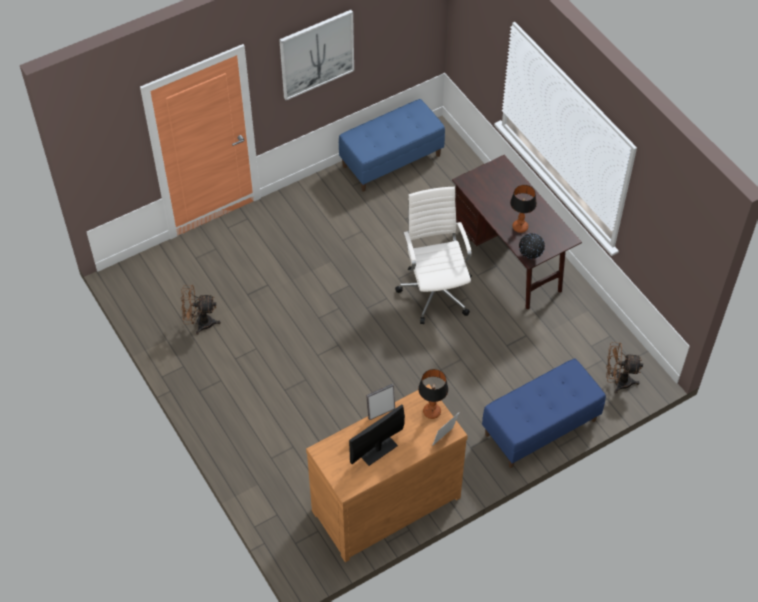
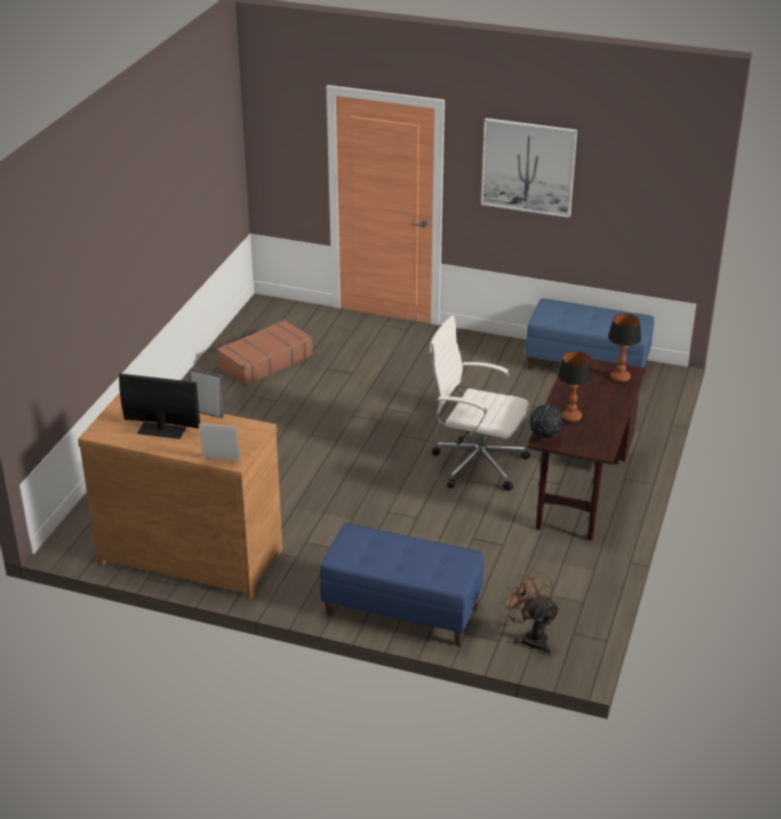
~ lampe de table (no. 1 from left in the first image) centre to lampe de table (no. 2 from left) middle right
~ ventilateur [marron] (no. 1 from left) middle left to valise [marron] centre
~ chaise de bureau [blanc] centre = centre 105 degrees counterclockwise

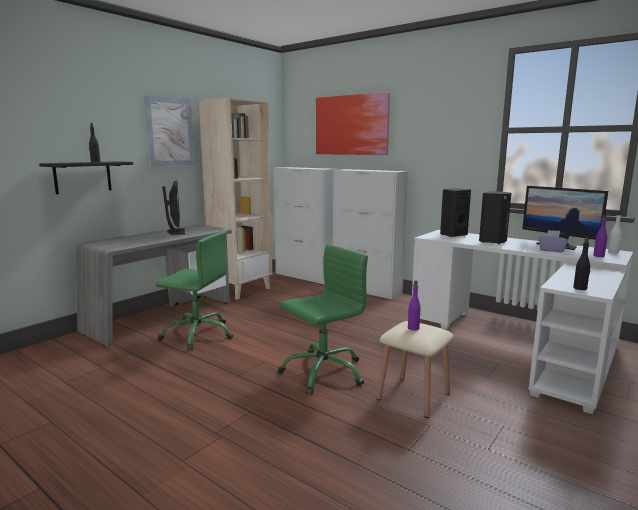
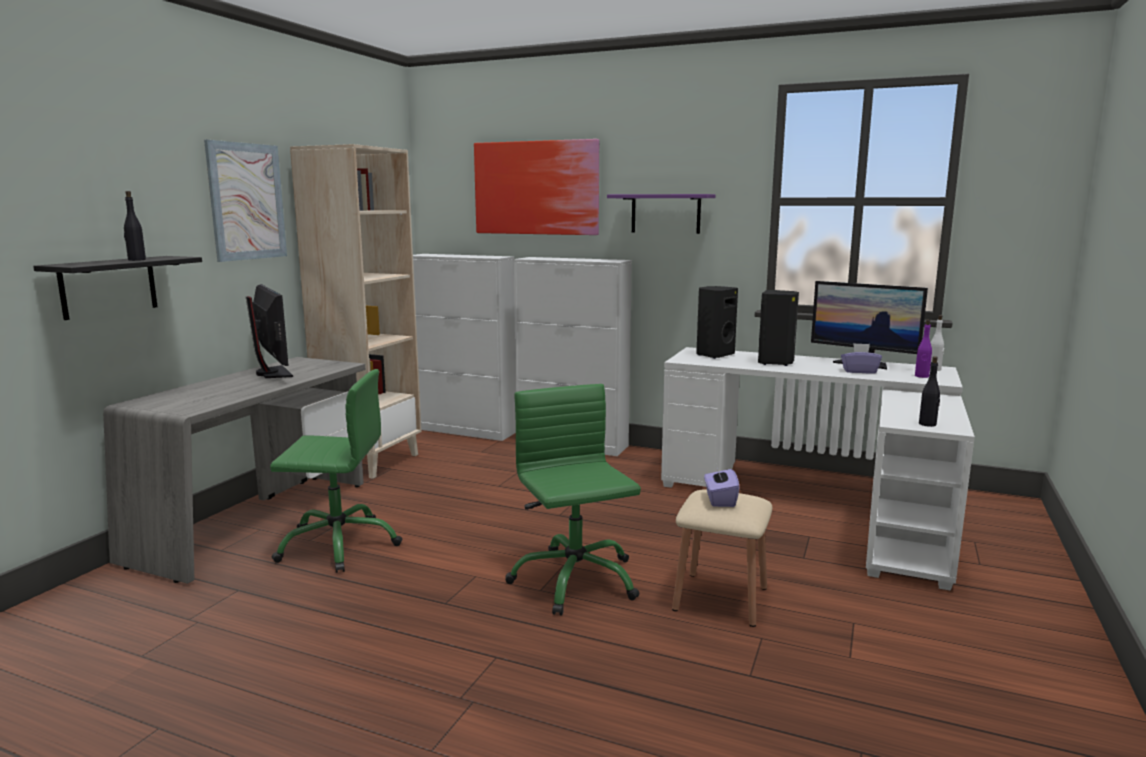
+ étagère [violet] top centre
~ bouteille [violet] (no. 1 from left) centre to boîte à mouchoirs [violet] (no. 1 from left) centre
~ chaise de bureau [vert] (no. 2 from left) centre = centre 60 degrees counterclockwise

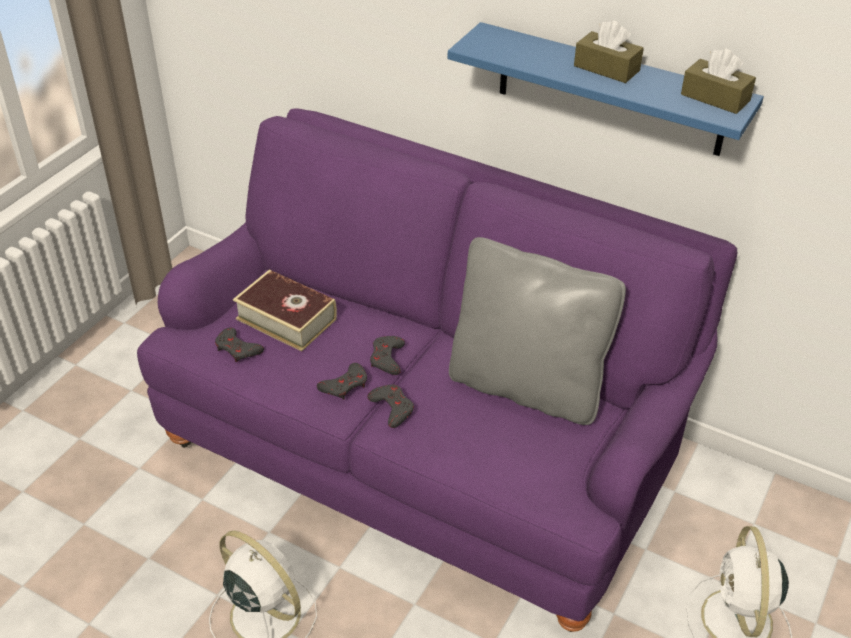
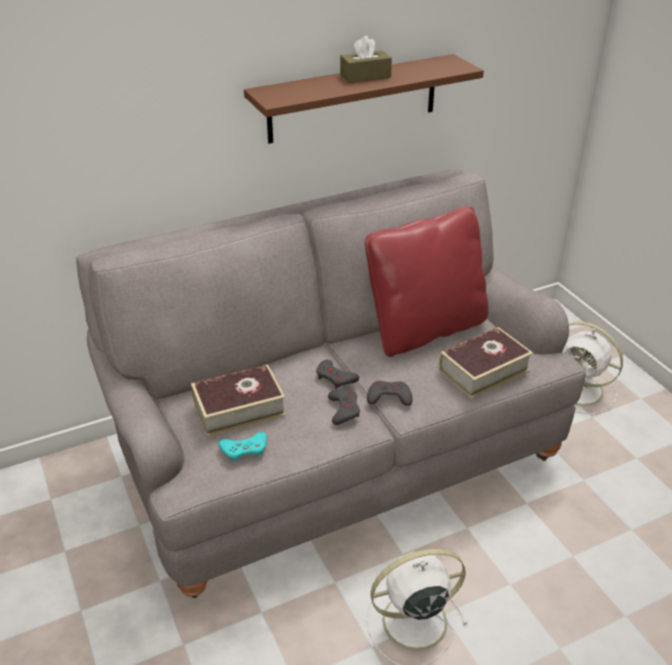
- boîte à mouchoirs [marron] (no. 2 from left) top right
+ livre (no. 2 from left) middle right
~ canapé [violet] centre to canapé [gris] centre
~ manette [gris] (no. 1 from left) middle left to manette [turquoise] bottom centre
~ étagère [bleu] top right to étagère [marron] top centre
~ coussin [gris] centre to coussin [rouge] centre

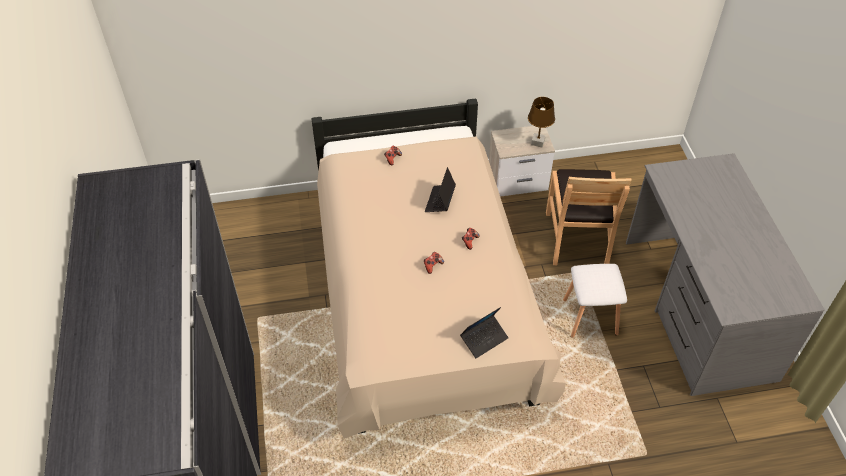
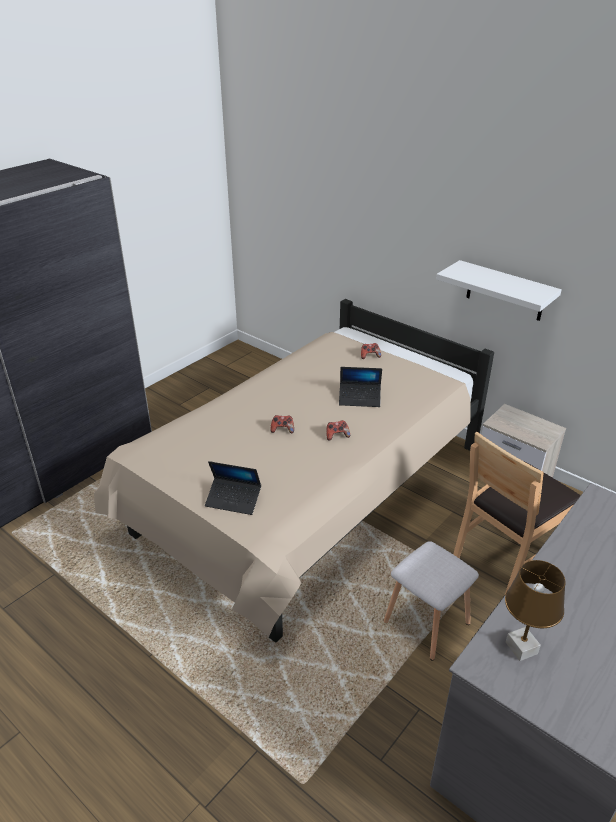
+ étagère [blanc] middle right
~ lampe de table [marron] top centre to bottom right
~ ordinateur portable (no. 1 from left in the first image) centre = centre 150 degrees counterclockwise

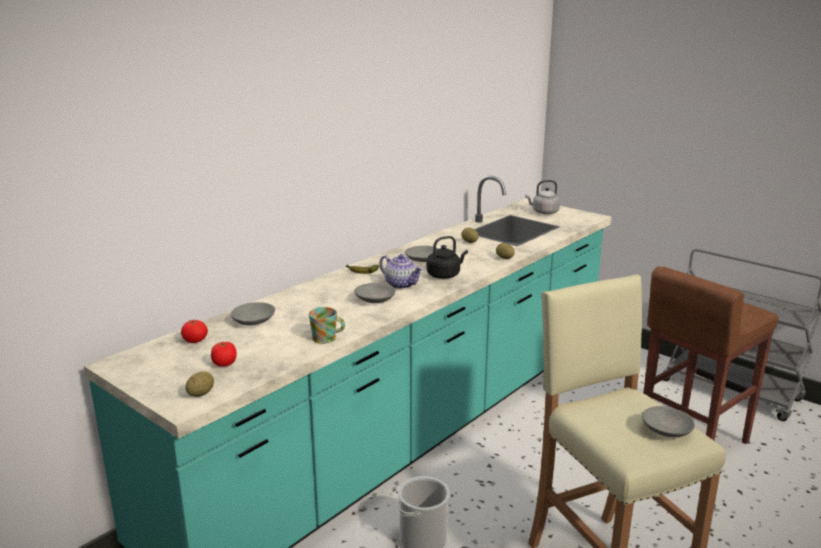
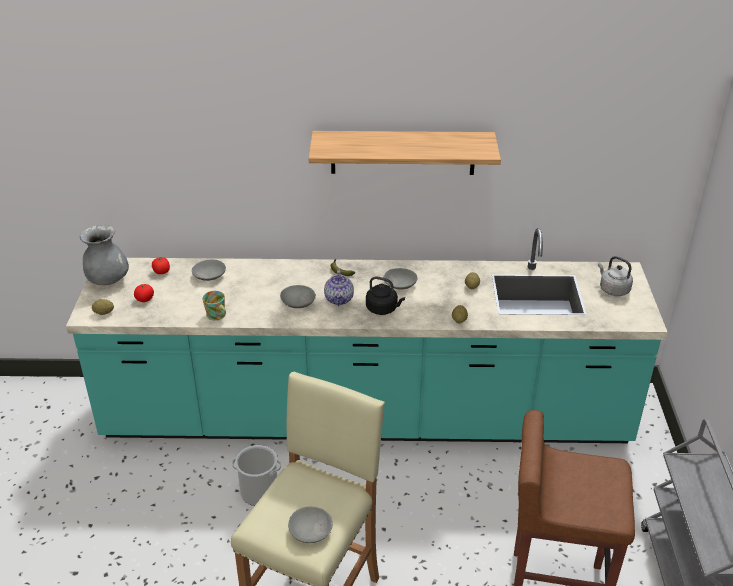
+ vase [gris] middle left
+ étagère top centre

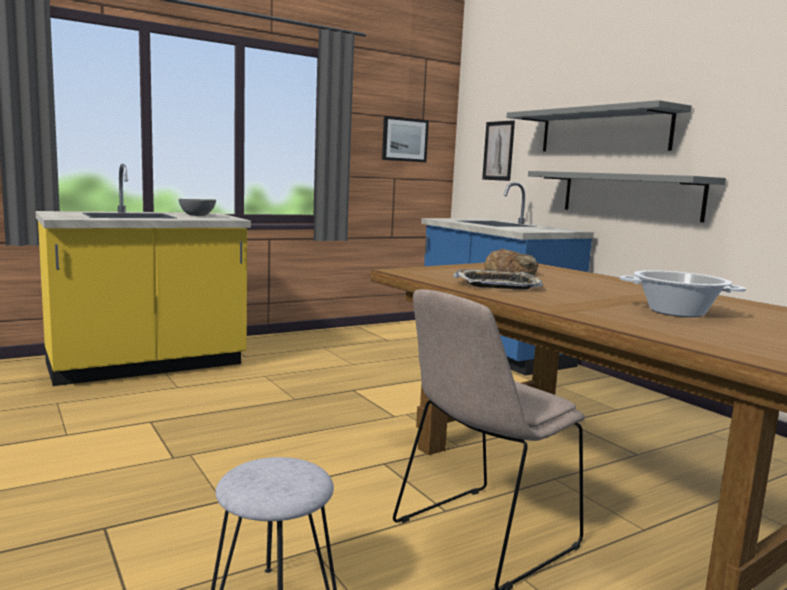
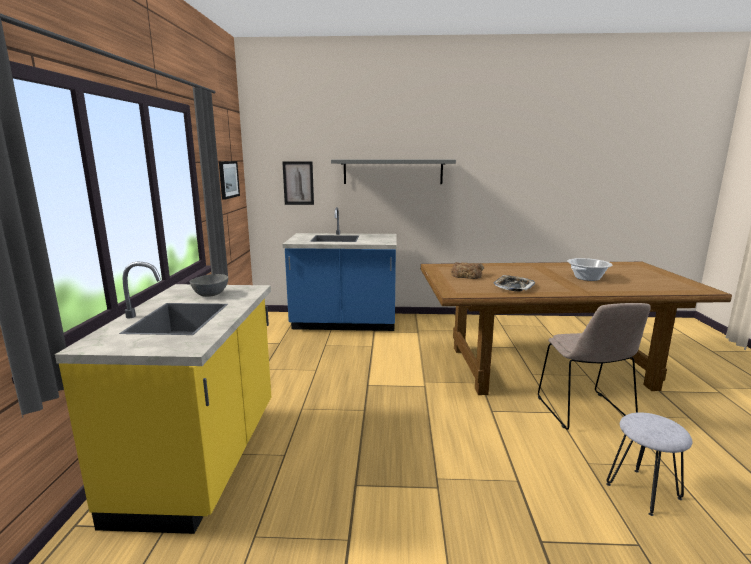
- étagère [gris] (no. 2 from left) top right

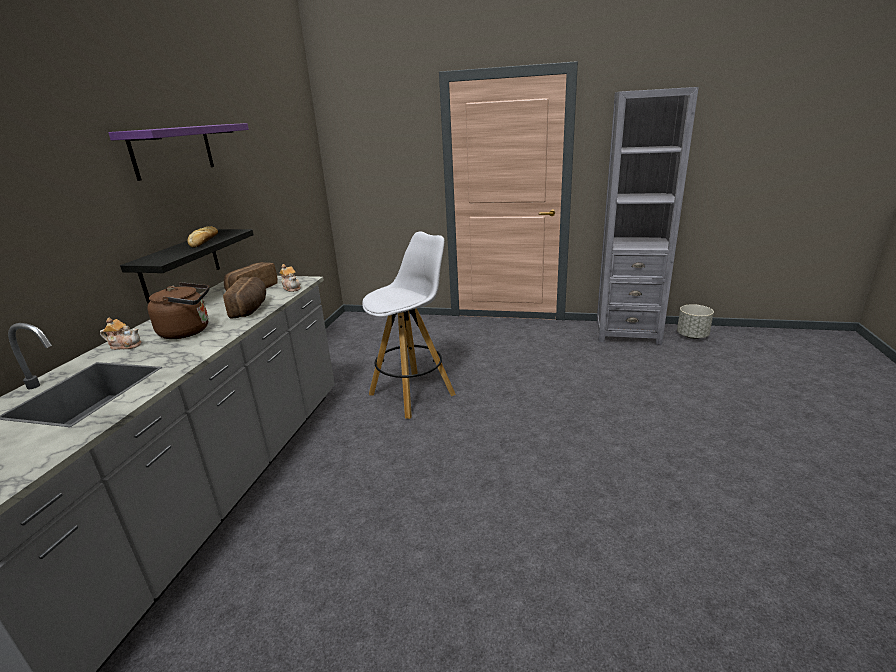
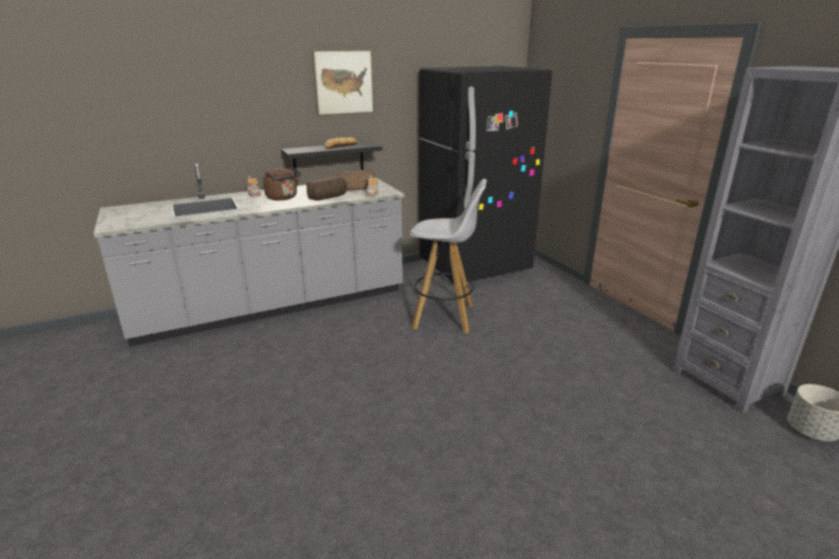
+ réfrigérateur [noir] top centre
~ étagère [violet] top left to tableau top centre

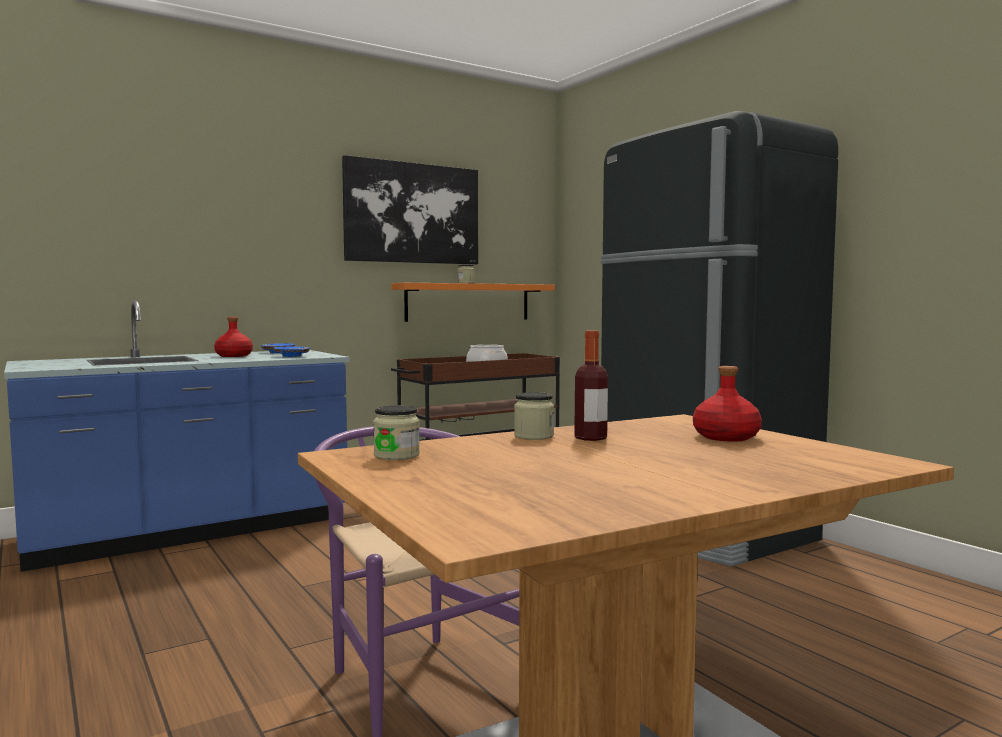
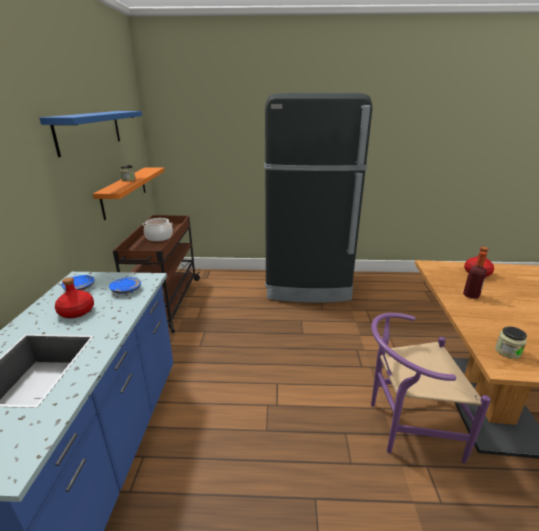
- bocal (no. 3 from left) centre
~ tableau top centre to étagère [bleu] top left

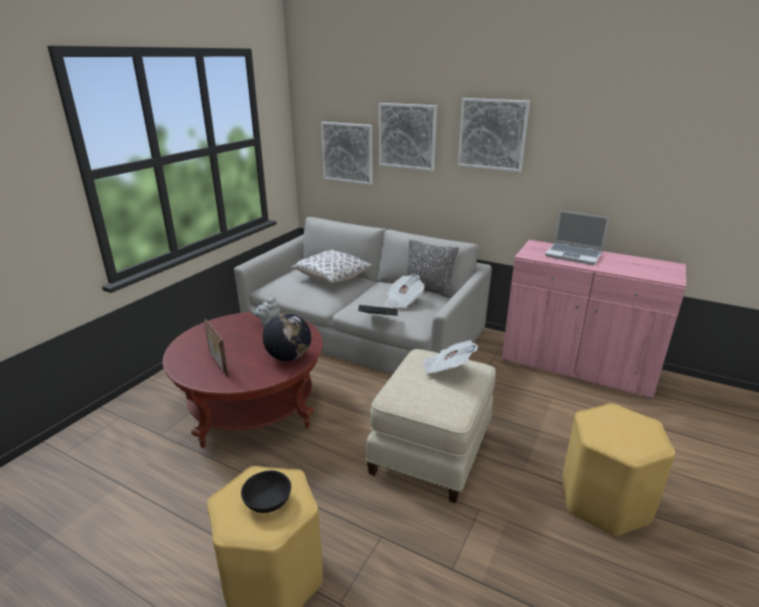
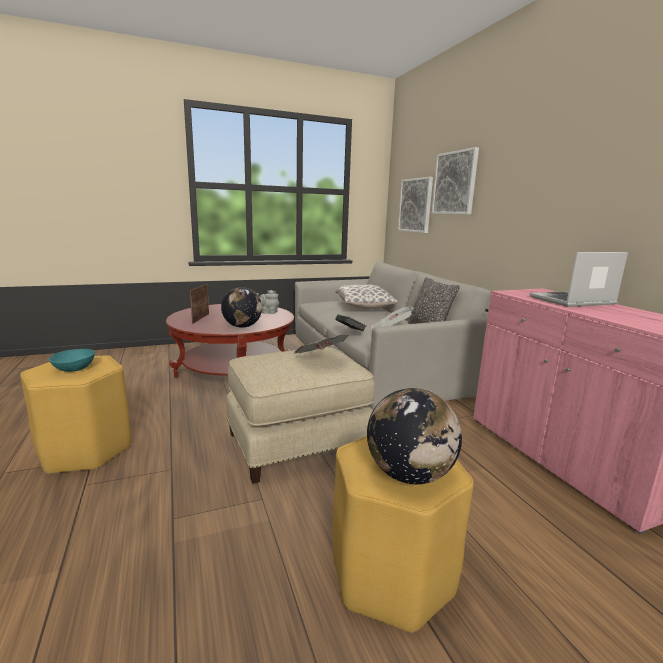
- tableau (no. 3 from left) top centre
+ globe (no. 2 from left) centre
~ bol [noir] bottom centre to bol [turquoise] middle left
~ ordinateur portable middle right = middle right 90 degrees clockwise

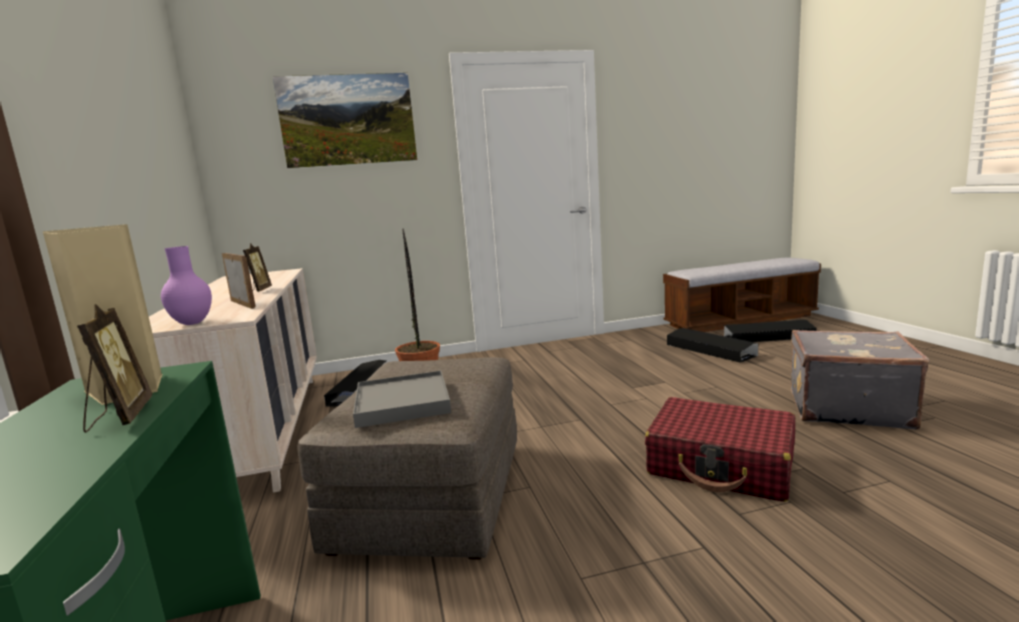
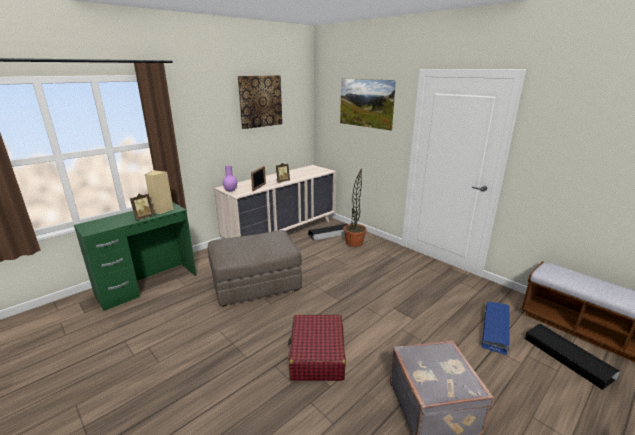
- plateau [gris] centre
+ tableau (no. 1 from left) top centre
~ boîte de rangement [noir] (no. 2 from left) middle right to boîte de rangement [bleu] bottom right

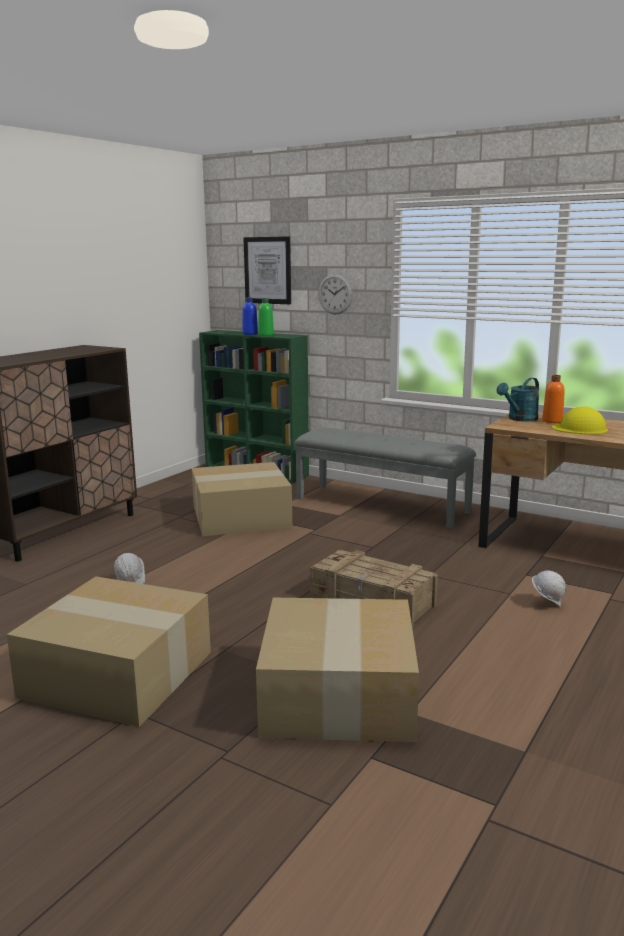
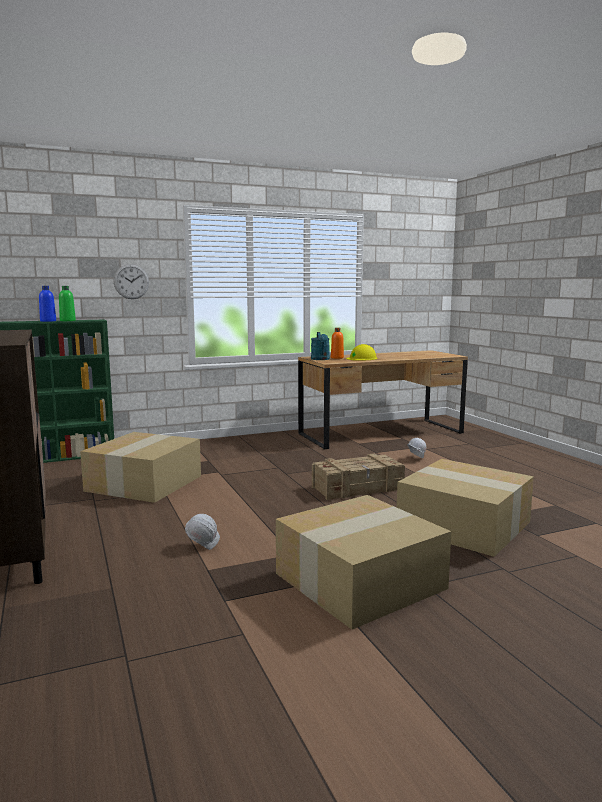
- tableau top centre
- banc [gris] centre

